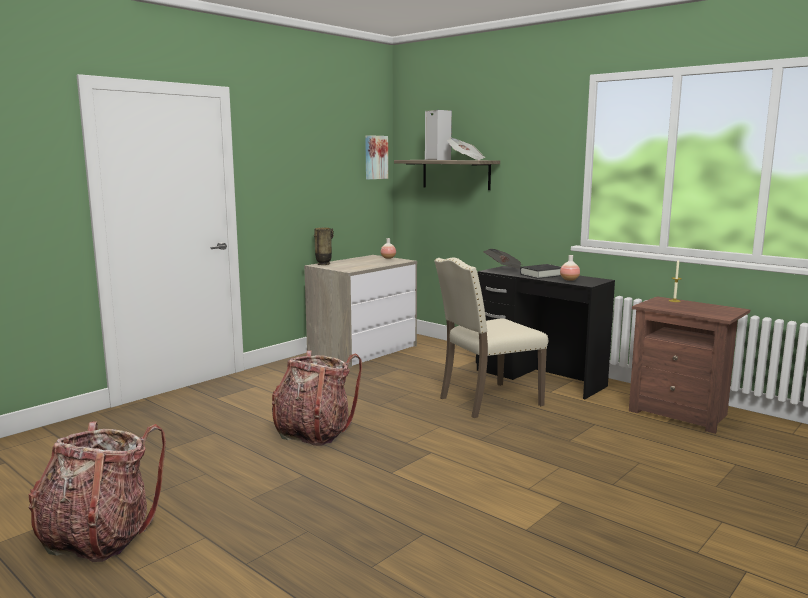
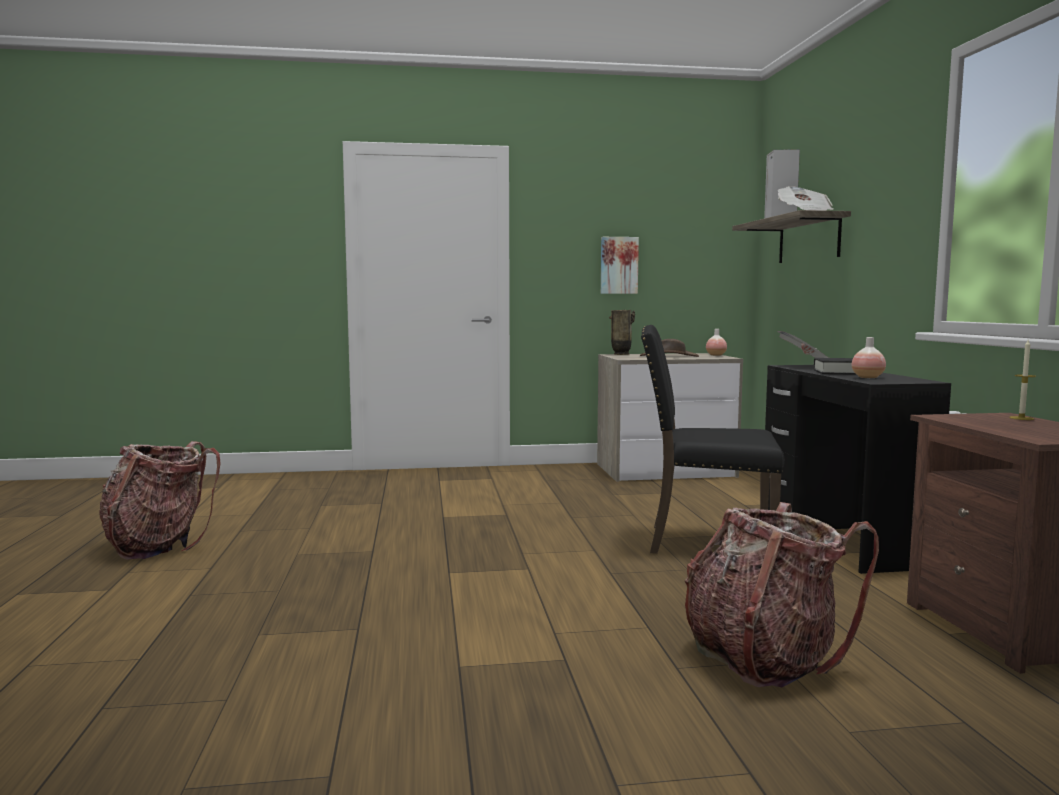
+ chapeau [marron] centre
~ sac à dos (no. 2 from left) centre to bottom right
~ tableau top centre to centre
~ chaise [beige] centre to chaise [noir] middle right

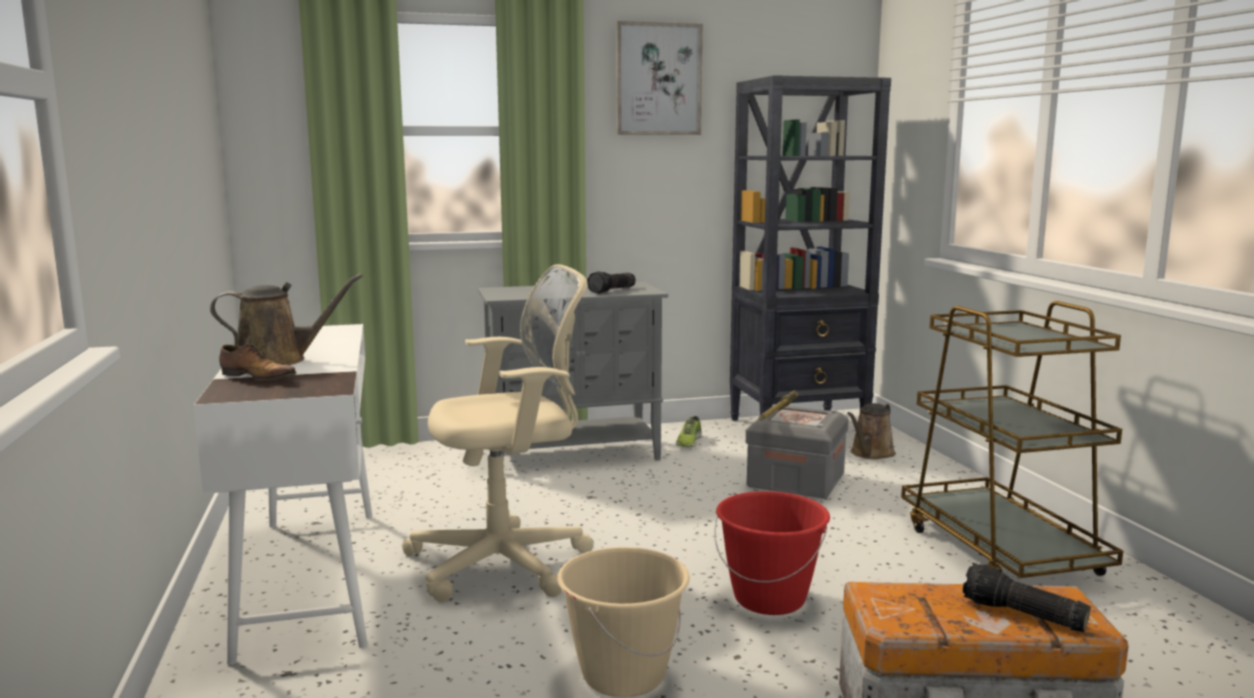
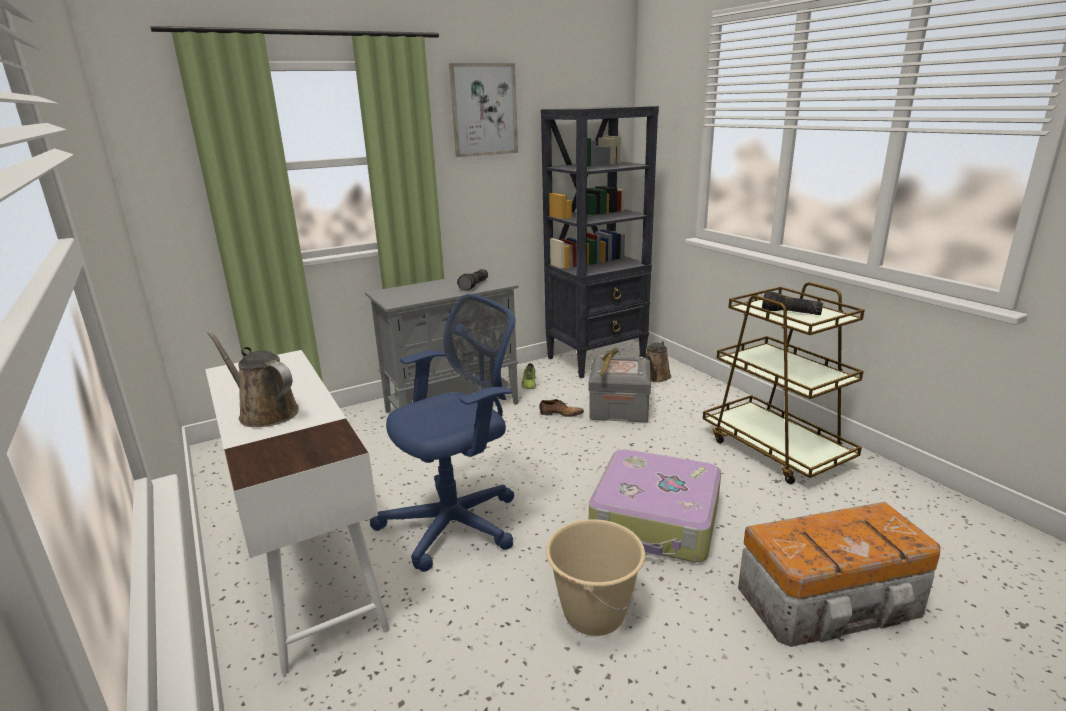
~ chaussure (no. 1 from left in the first image) middle left to chaussure (no. 2 from left) centre
~ lampe de poche (no. 2 from left) bottom right to middle right
~ seau [rouge] bottom centre to valise bottom centre
~ chaise de bureau [beige] centre to chaise de bureau [bleu] centre
~ arrosoir [marron] (no. 1 from left) middle left = middle left 120 degrees counterclockwise

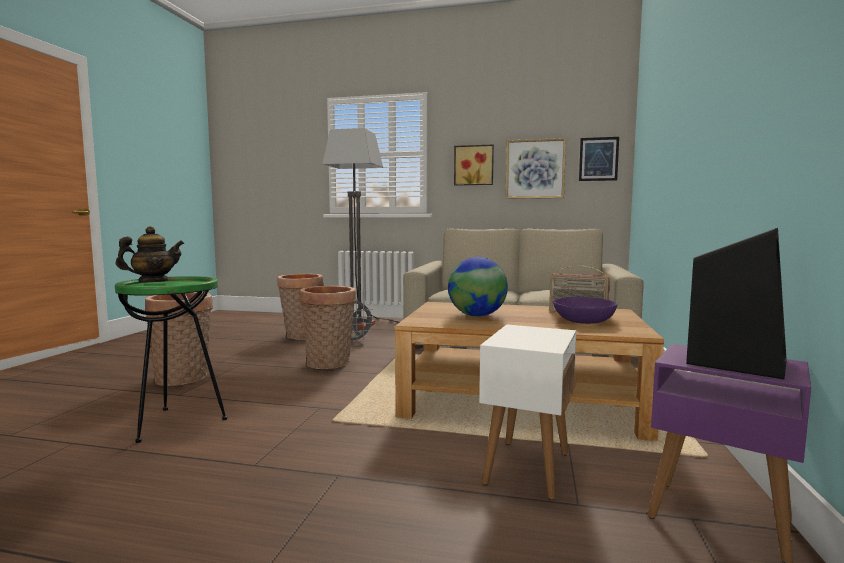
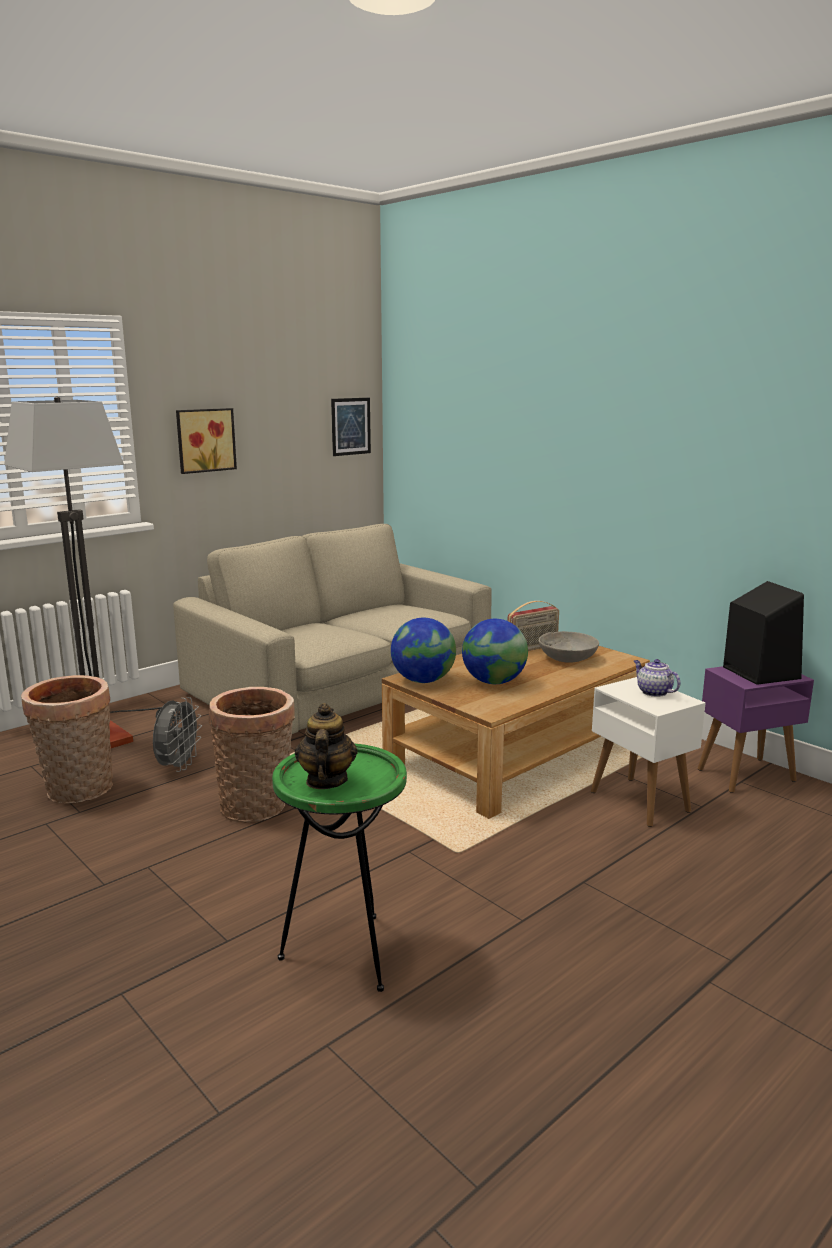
- panier (no. 1 from left) middle left
- tableau (no. 2 from left) top centre
+ globe (no. 1 from left) centre
+ théière (no. 2 from left) middle right
~ bol [violet] middle right to bol [gris] middle right

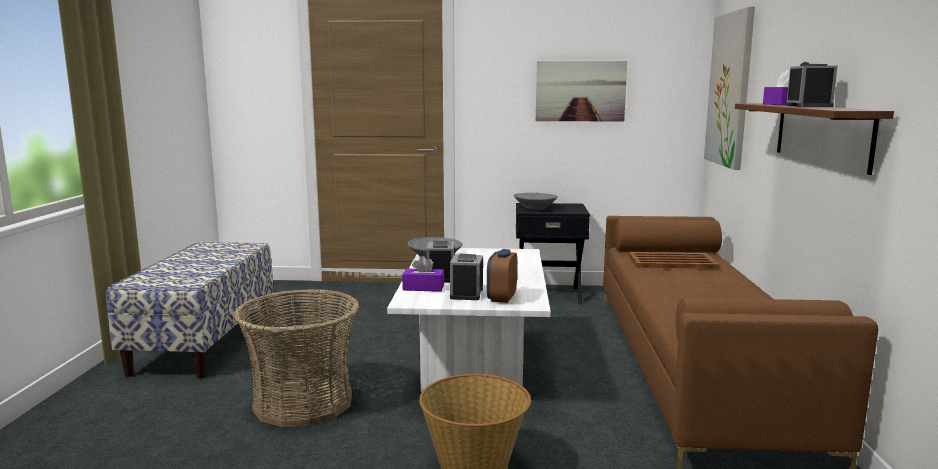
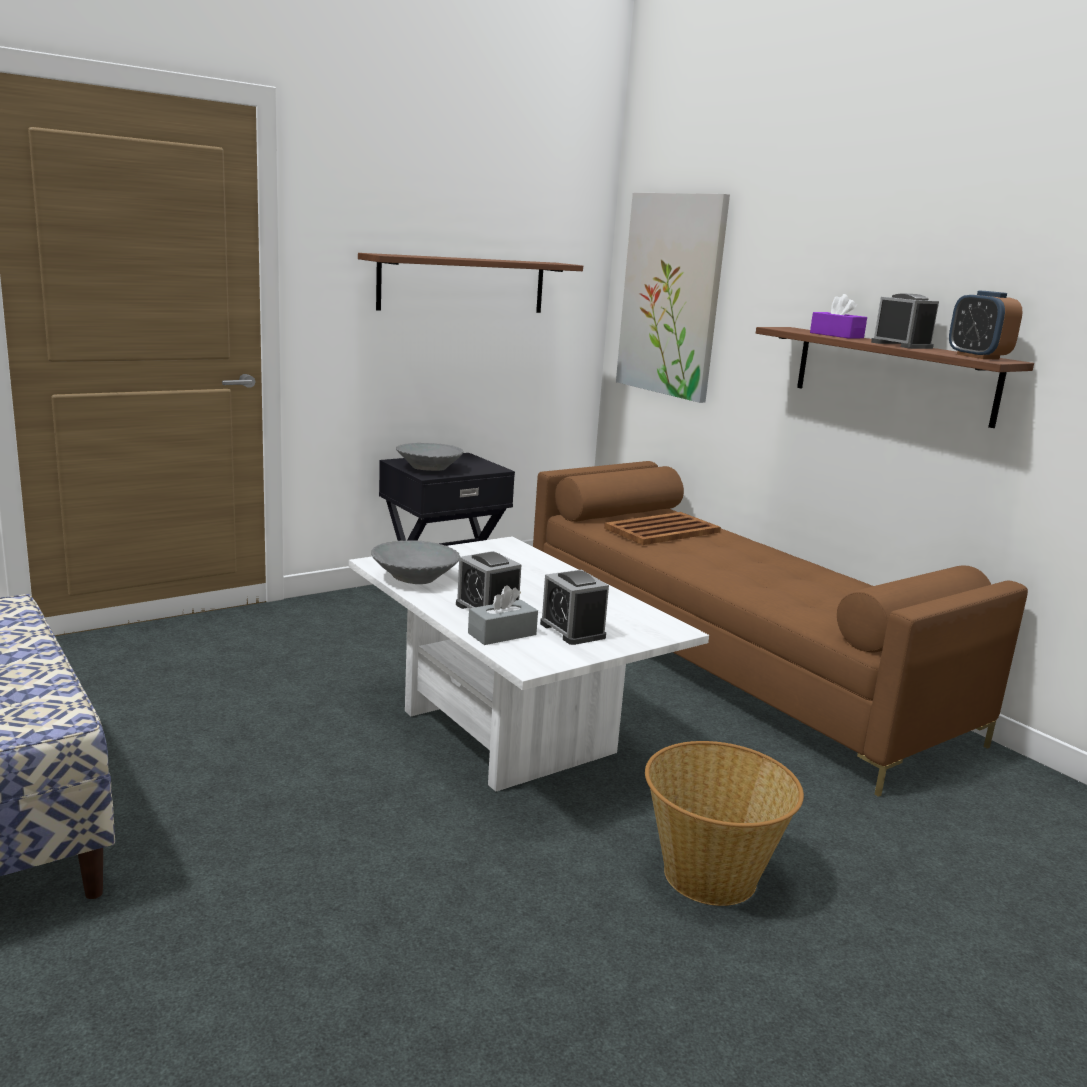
- panier (no. 1 from left) bottom left
~ réveil (no. 3 from left in the first image) centre to réveil (no. 4 from left) top right
~ tableau (no. 1 from left) top centre to étagère (no. 1 from left) top centre
~ boîte à mouchoirs [violet] (no. 1 from left) centre to boîte à mouchoirs [gris] centre

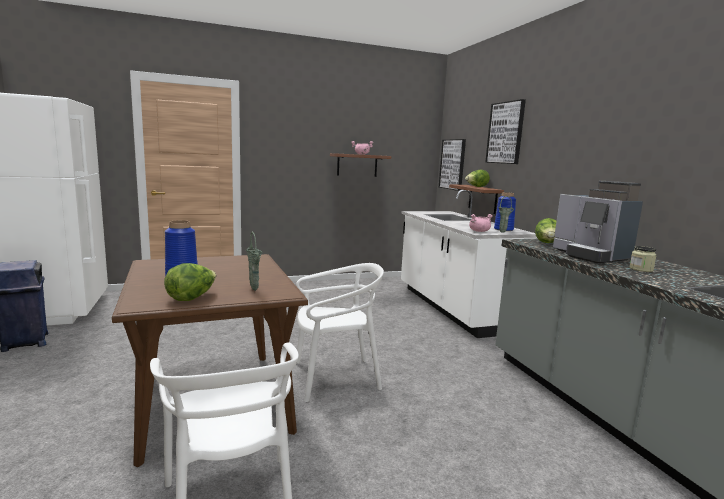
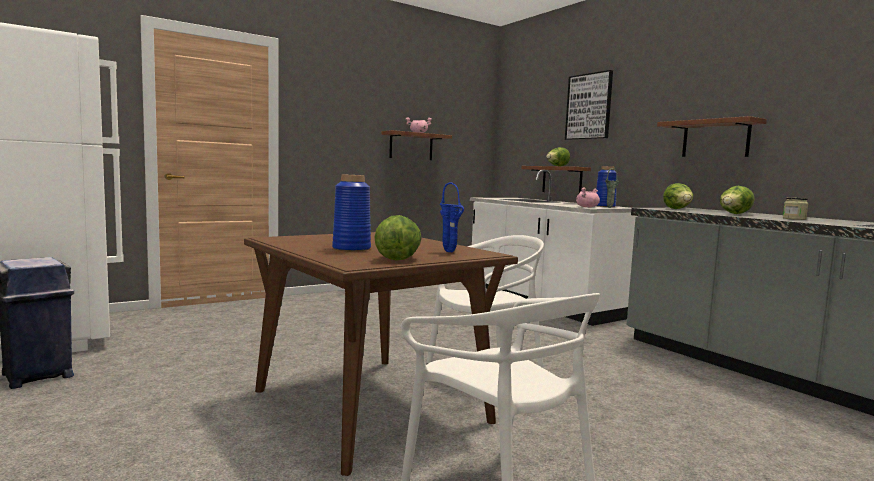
- tableau (no. 1 from left) top centre
+ étagère [marron] (no. 3 from left) top right
~ machine à café middle right to laitue (no. 4 from left) middle right
~ vase [vert] (no. 1 from left) centre to vase [bleu] (no. 2 from left) centre

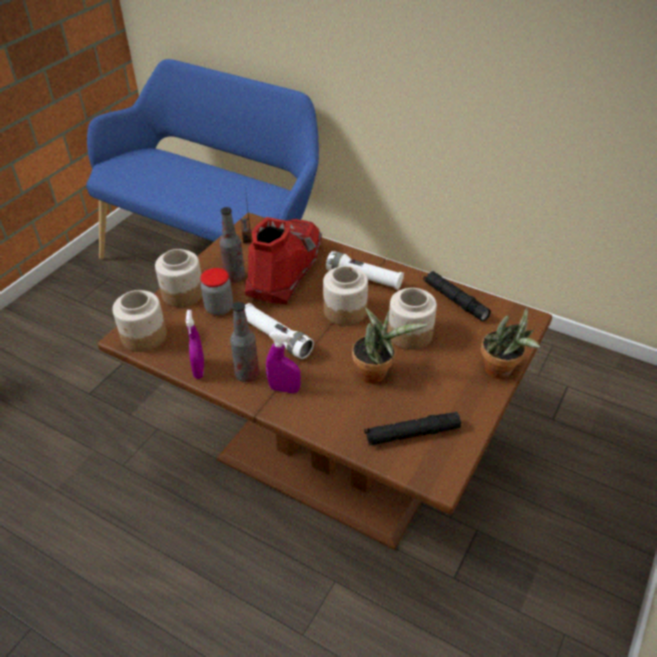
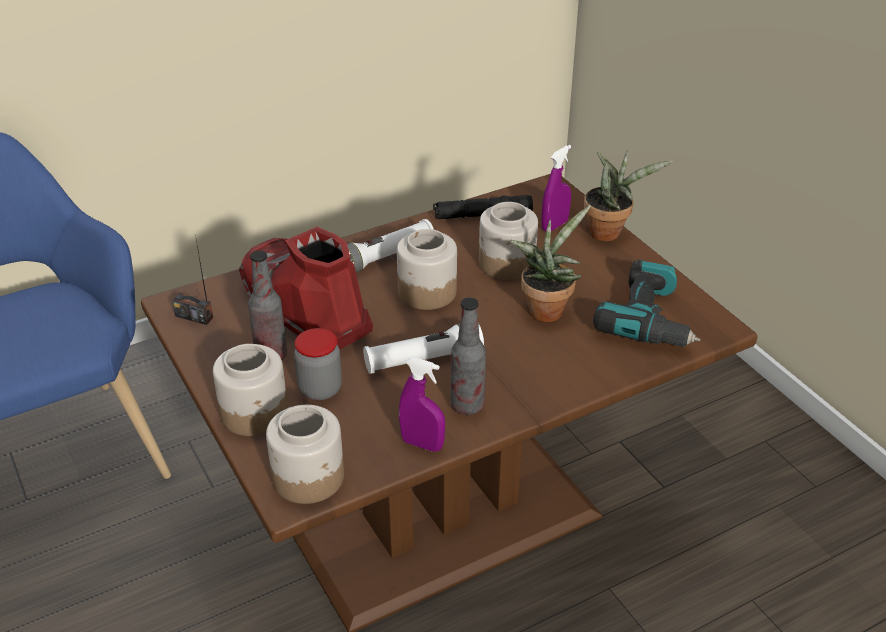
~ vaporisateur [violet] (no. 2 from left) centre to top centre
~ lampe de poche [noir] (no. 1 from left) centre to perceuse middle right

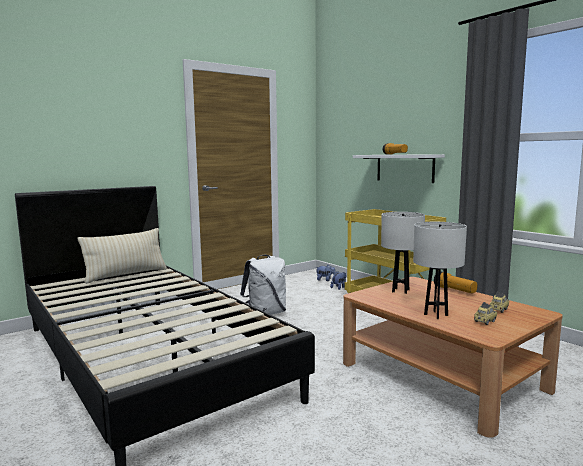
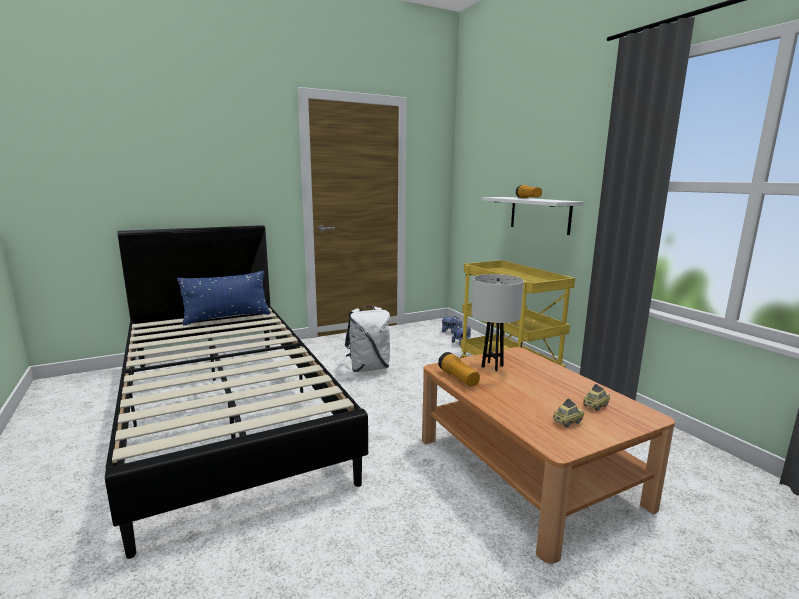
- lampe de table [blanc] (no. 2 from left) middle right
~ lampe de poche (no. 2 from left in the first image) middle right to lampe de poche (no. 1 from left) centre
~ coussin [beige] middle left to coussin [bleu] middle left

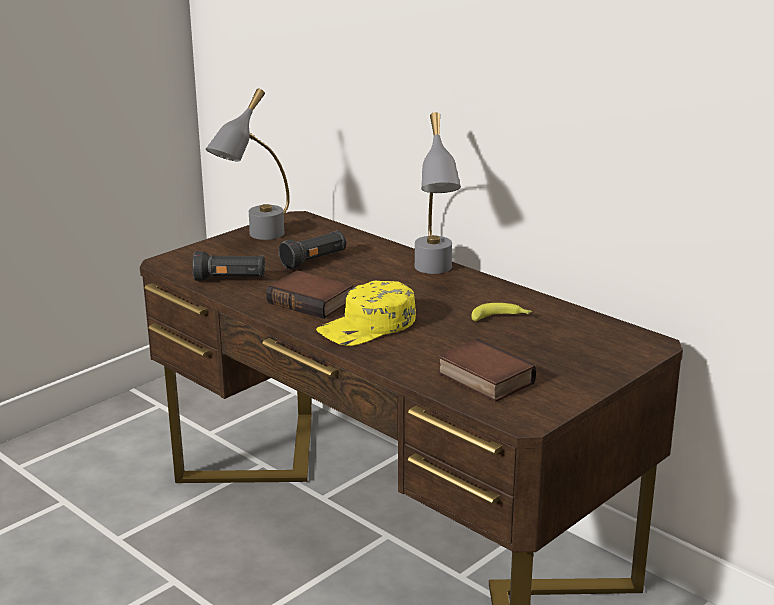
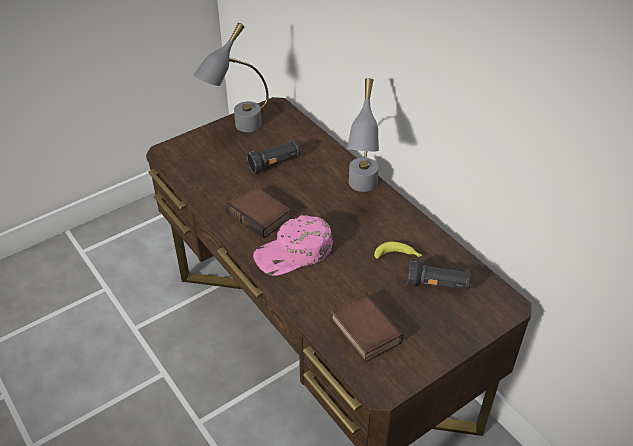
~ lampe de poche [noir] (no. 1 from left in the first image) middle left to lampe de poche [noir] (no. 2 from left) middle right
~ casquette [jaune] centre to casquette [rose] centre

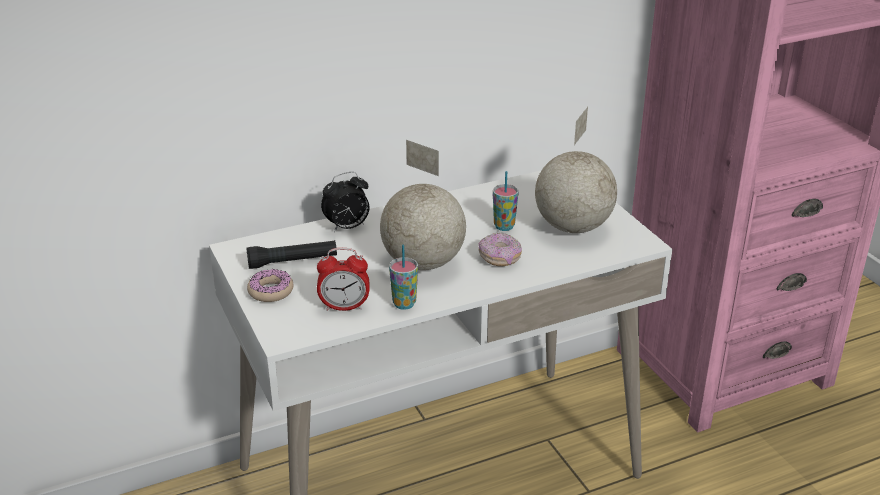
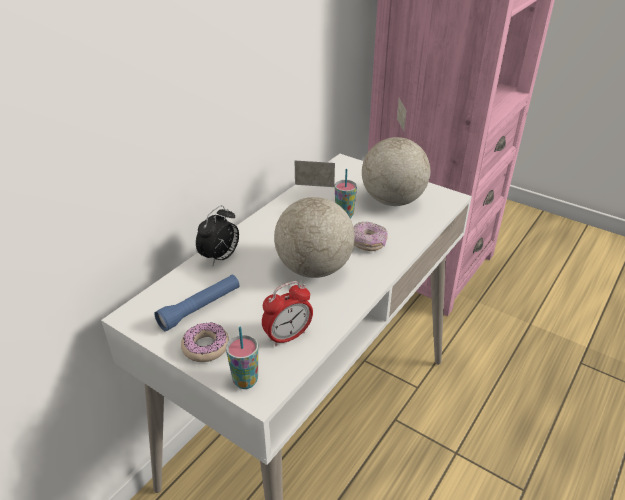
~ tasse (no. 1 from left) centre to bottom centre
~ lampe de poche [noir] middle left to lampe de poche [bleu] middle left

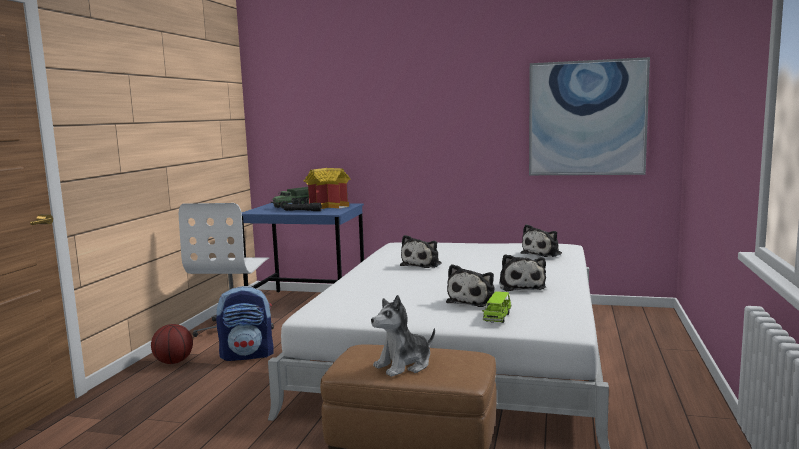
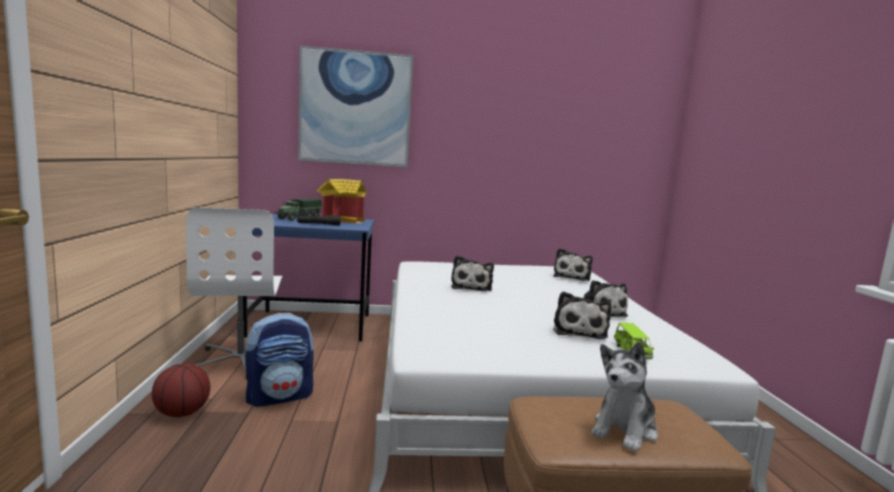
~ tableau top right to top centre

